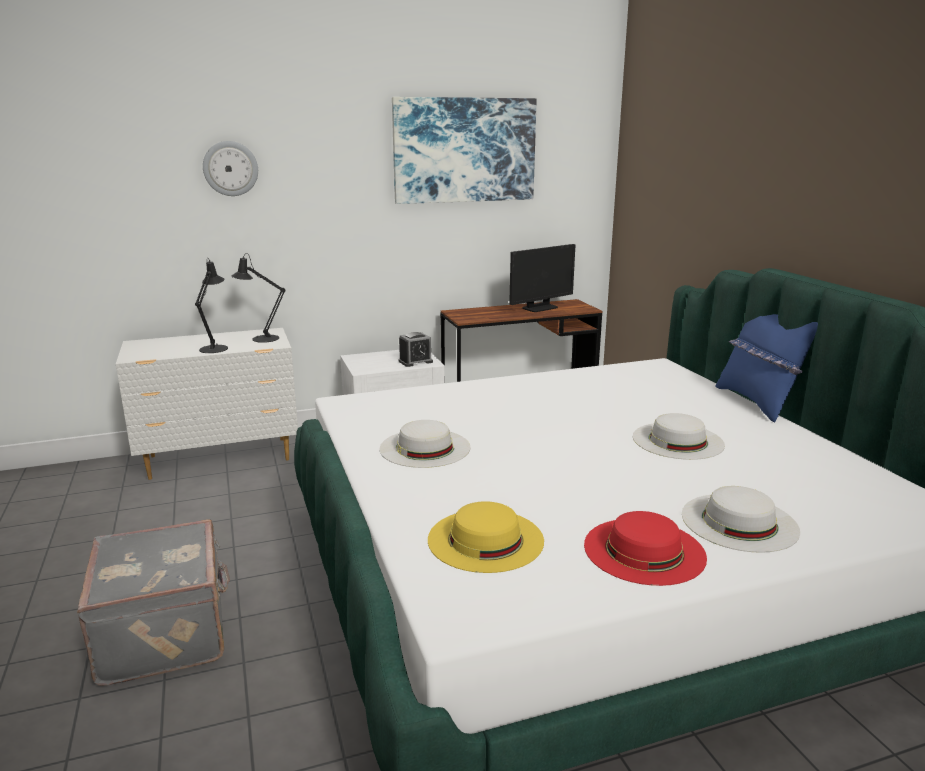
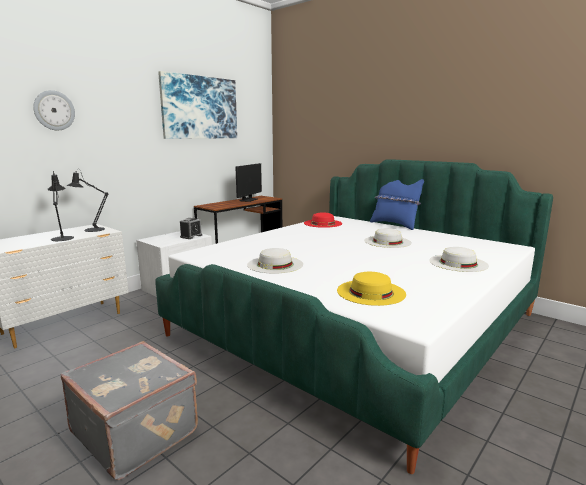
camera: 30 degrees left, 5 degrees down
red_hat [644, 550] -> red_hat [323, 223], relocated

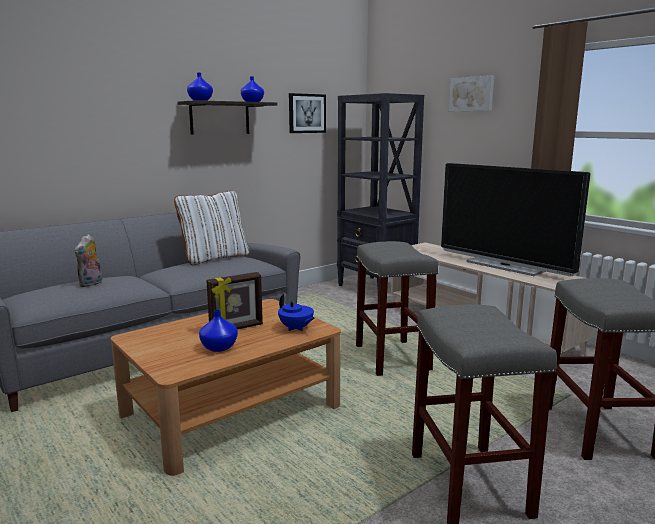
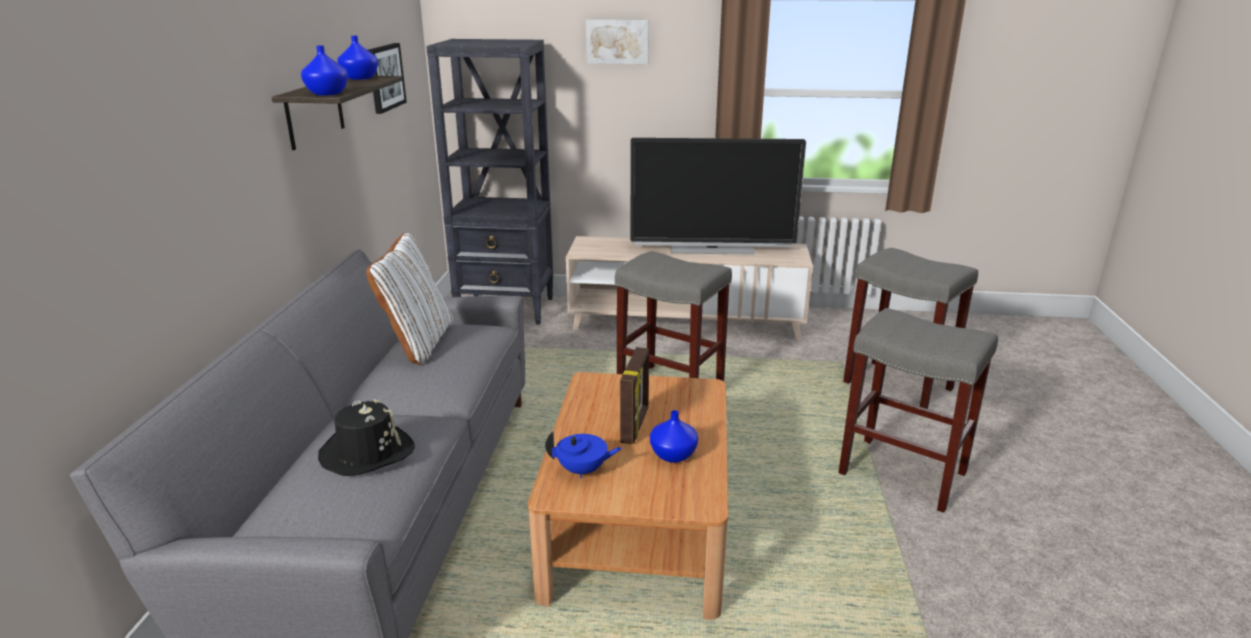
camera: 45 degrees left, 10 degrees up
plush_toy [91, 284] -> black_hat [367, 452]
blue_teapot [296, 328] -> blue_teapot [583, 470], relocated

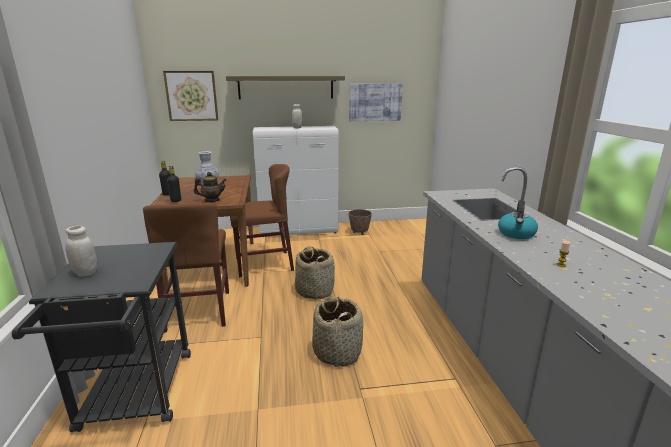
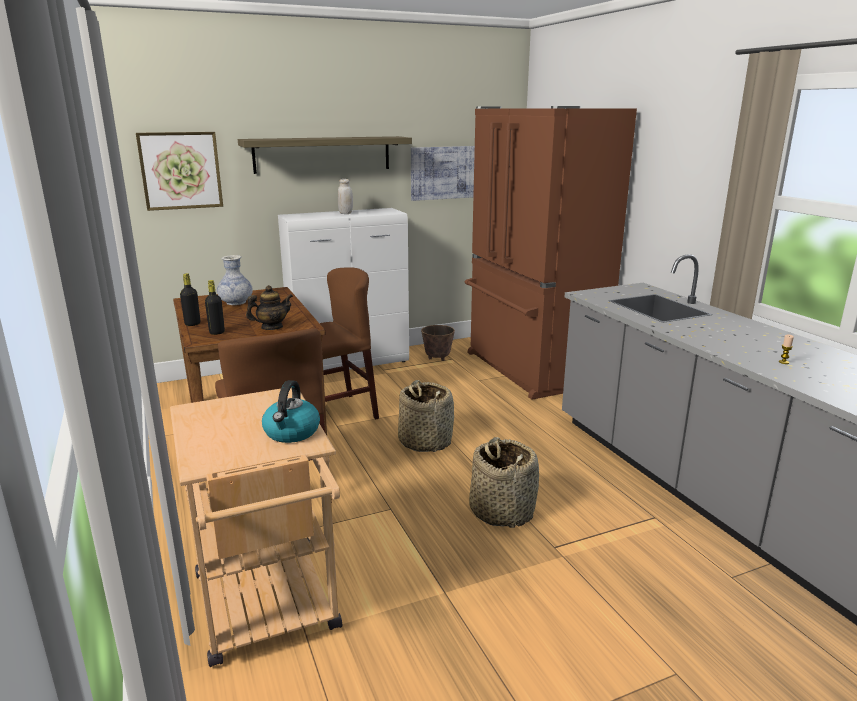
camera: 15 degrees left, 0 degrees up
black_cart [135, 398] -> beige_cart [269, 610]
white_jar [85, 273] -> none
kettle [516, 234] -> kettle [291, 433], relocated
none -> brown_fridge [530, 369]

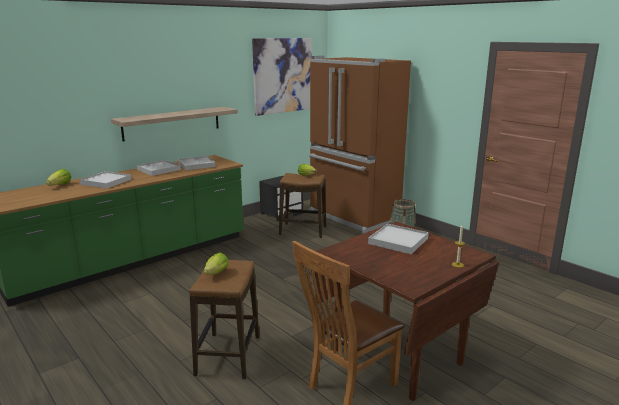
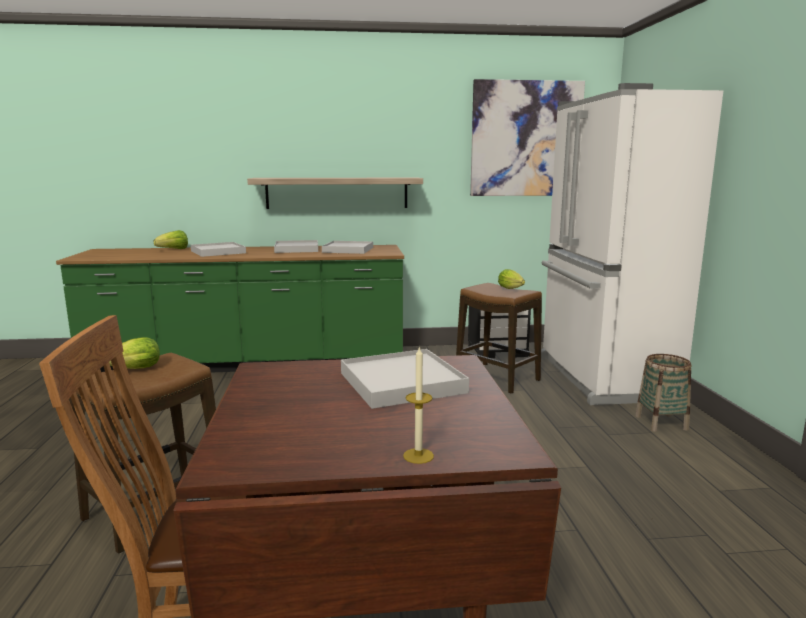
camera: 35 degrees right, 5 degrees down
brown_fridge [352, 217] -> white_fridge [602, 378]

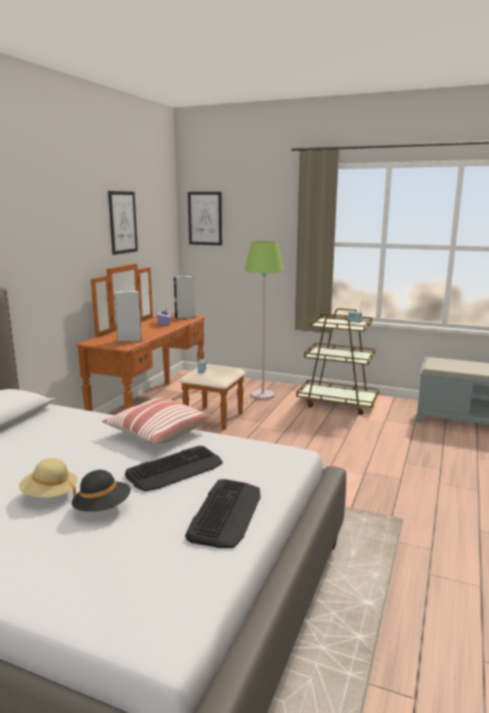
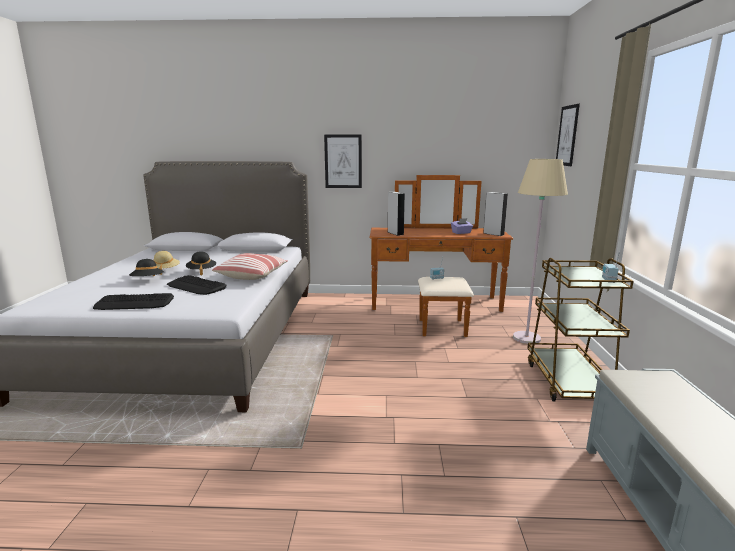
camera: 70 degrees right, 0 degrees up
picture [123, 222] -> picture [343, 161], relocated
green_floor_lamp [262, 395] -> beige_floor_lamp [526, 338]
none -> black_hat [201, 271]

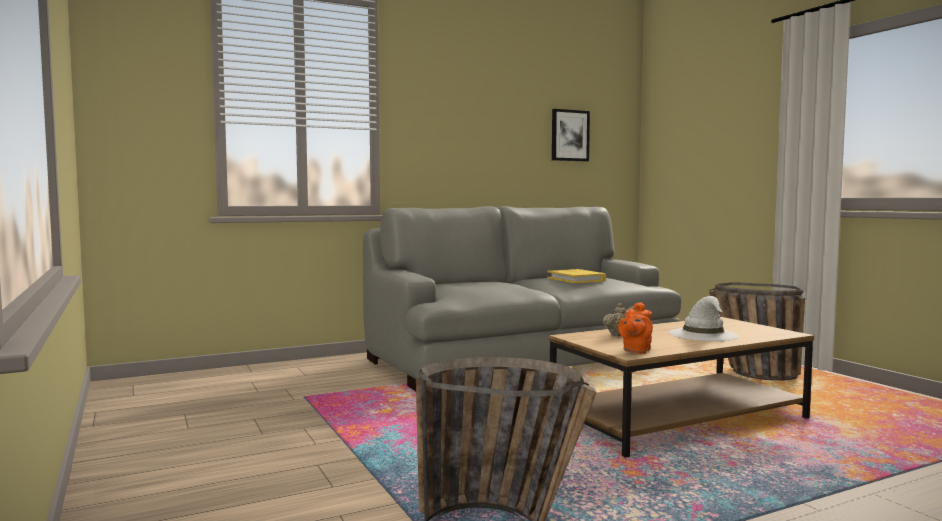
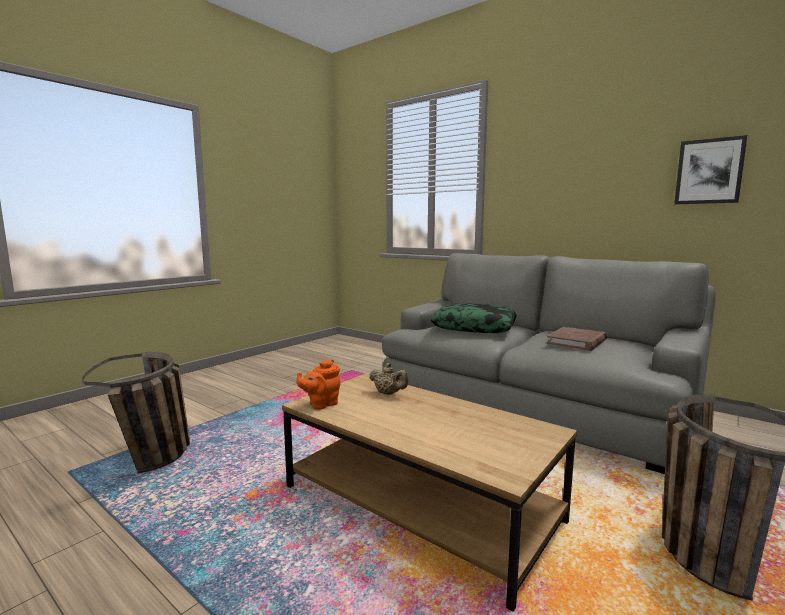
camera: 65 degrees right, 5 degrees up
yellow_book [576, 279] -> brown_book [577, 342]
orange_teapot [635, 351] -> orange_teapot [321, 404], 45 degrees counterclockwise
white_hat [704, 335] -> none
none -> pillow [474, 327]

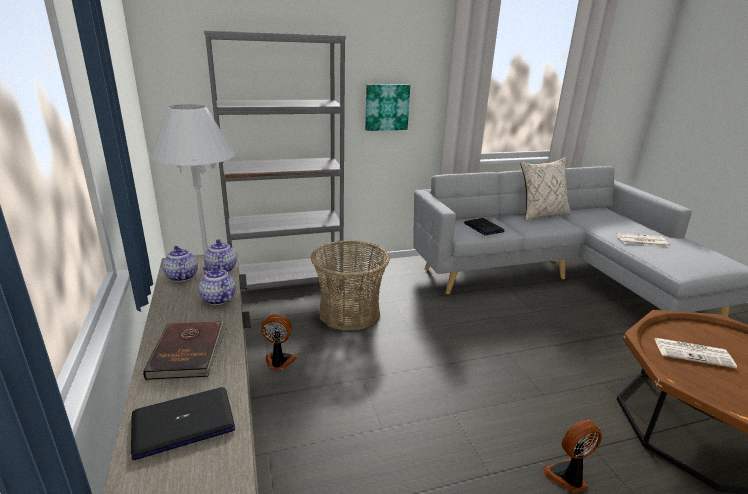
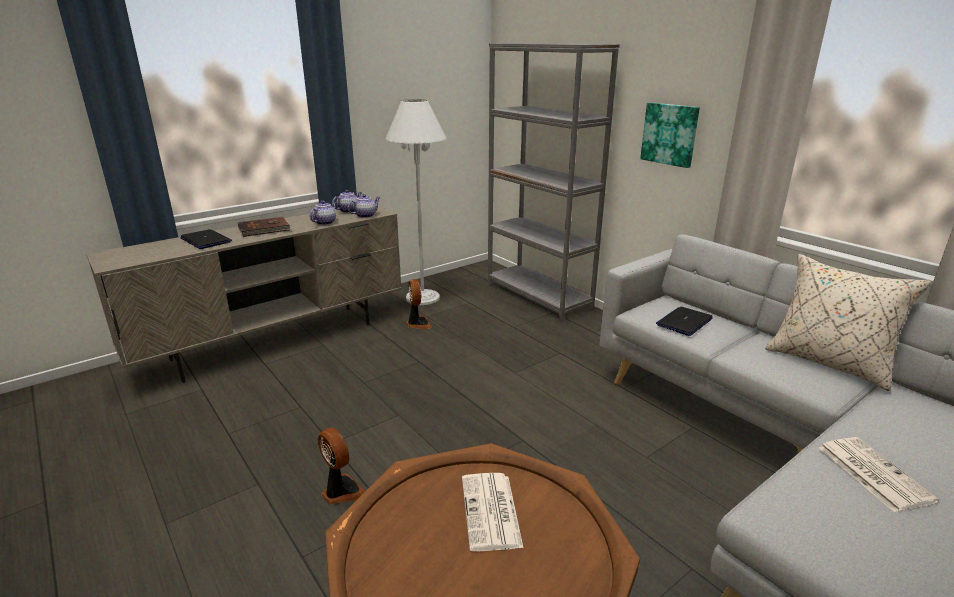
camera: 70 degrees right, 0 degrees up
basket [349, 313] -> none

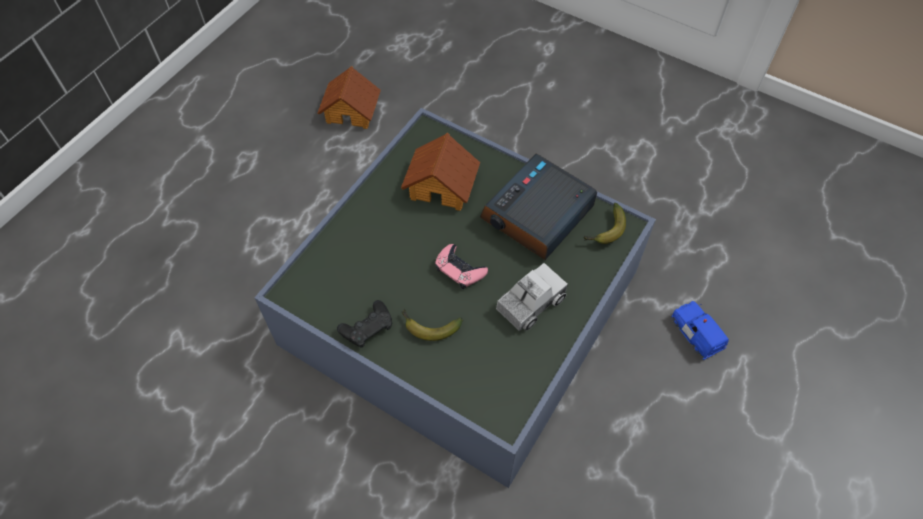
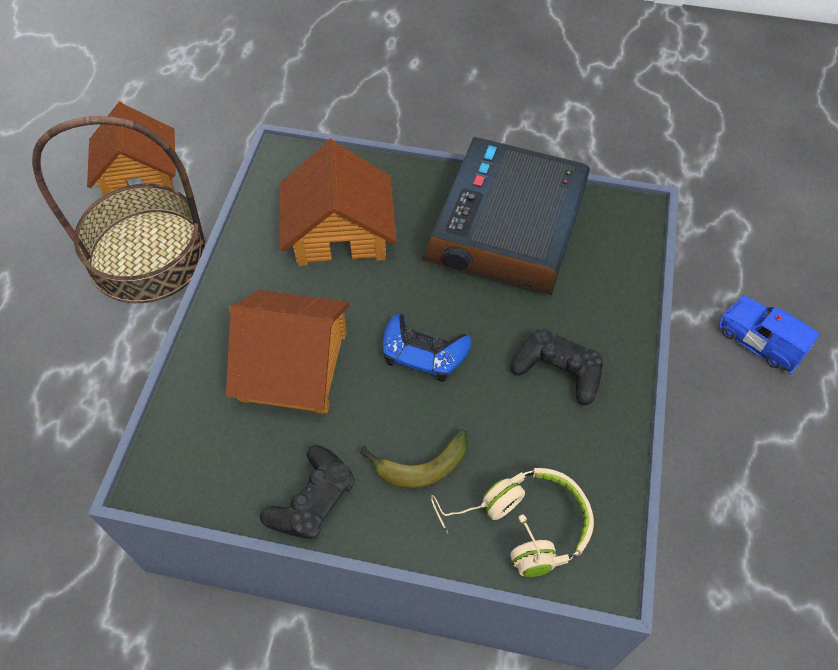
camera: 20 degrees left, 0 degrees up
pink_game_controller [459, 269] -> blue_game_controller [424, 352]
toy_truck [530, 303] -> black_game_controller [558, 370]
banana [605, 231] -> none
none -> basket [148, 255]
none -> toy_house [295, 365]
none -> beige_headphones [516, 527]

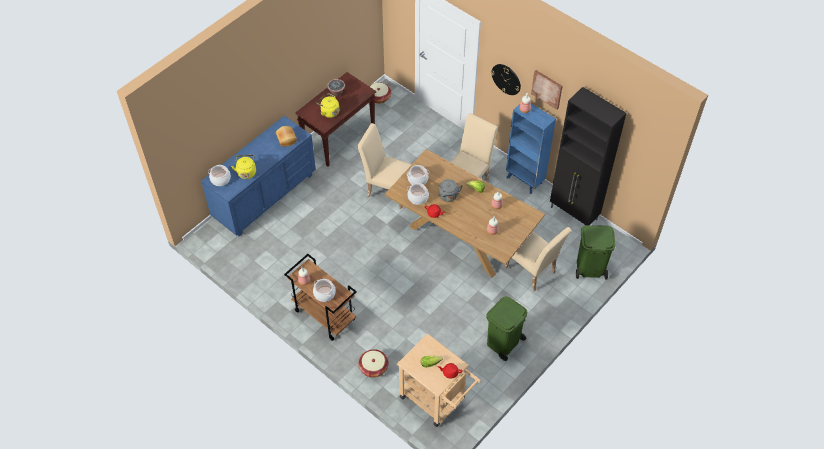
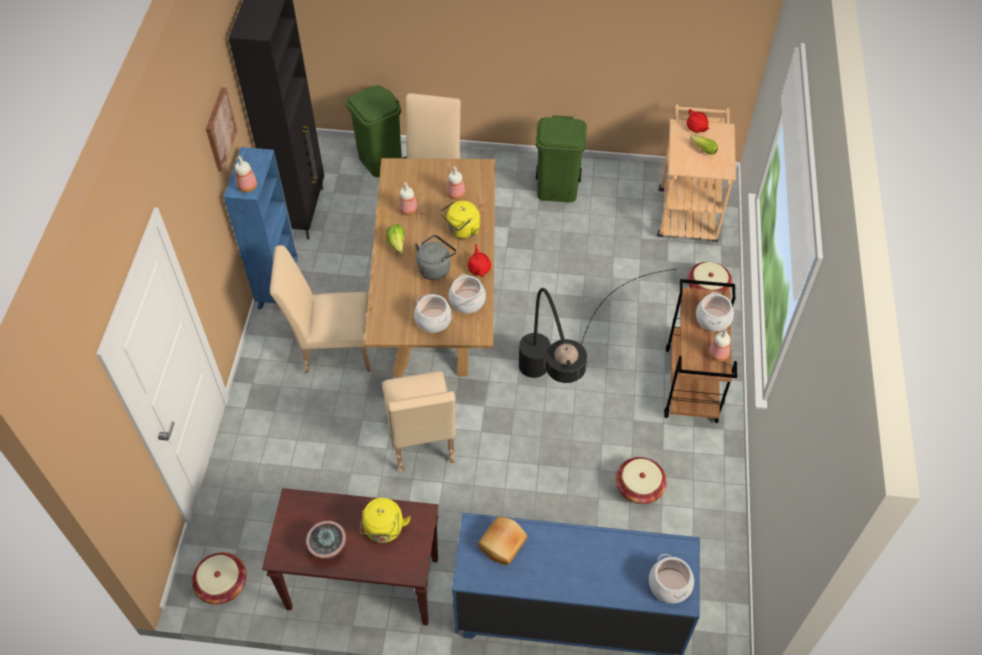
camera: 125 degrees left, 0 degrees up
yellow_kettle [246, 172] -> yellow_kettle [461, 230], relocated
wall_clock [506, 79] -> none
none -> black_floor_lamp [558, 393]
none -> basket [639, 487]

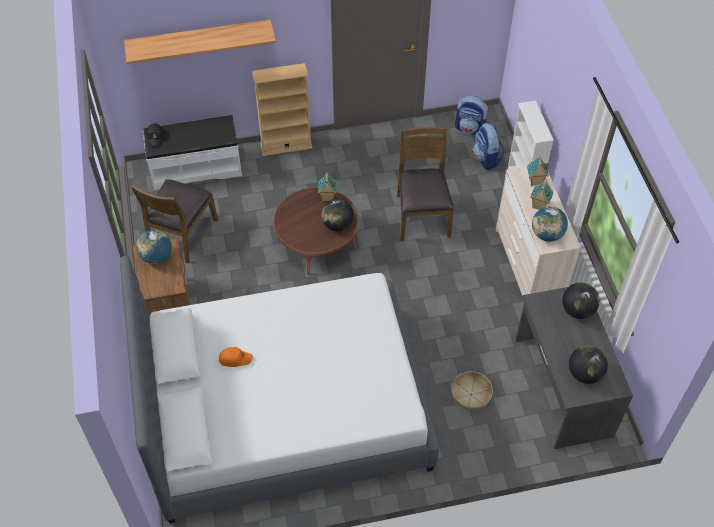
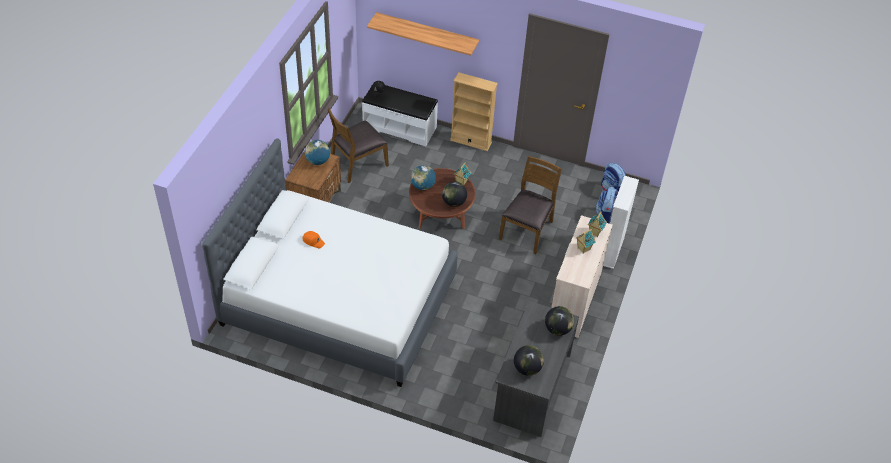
camera: 30 degrees right, 5 degrees down
basket [471, 394] -> none
globe [547, 234] -> globe [423, 186], relocated

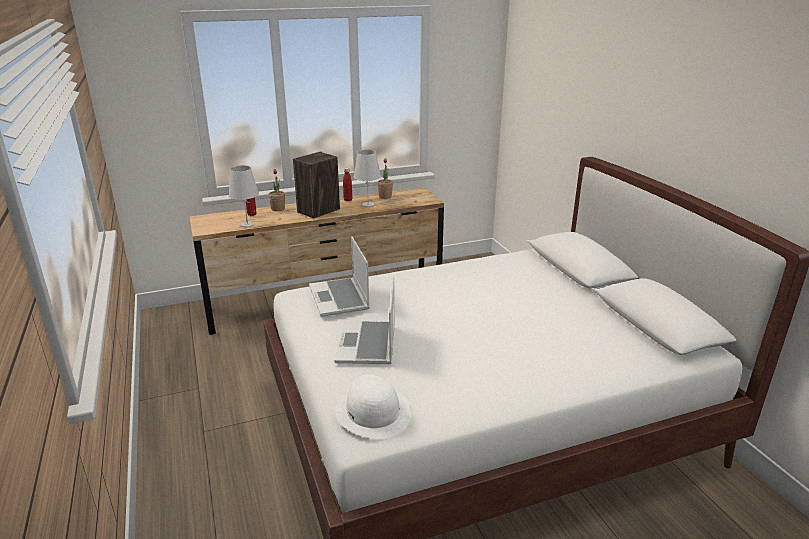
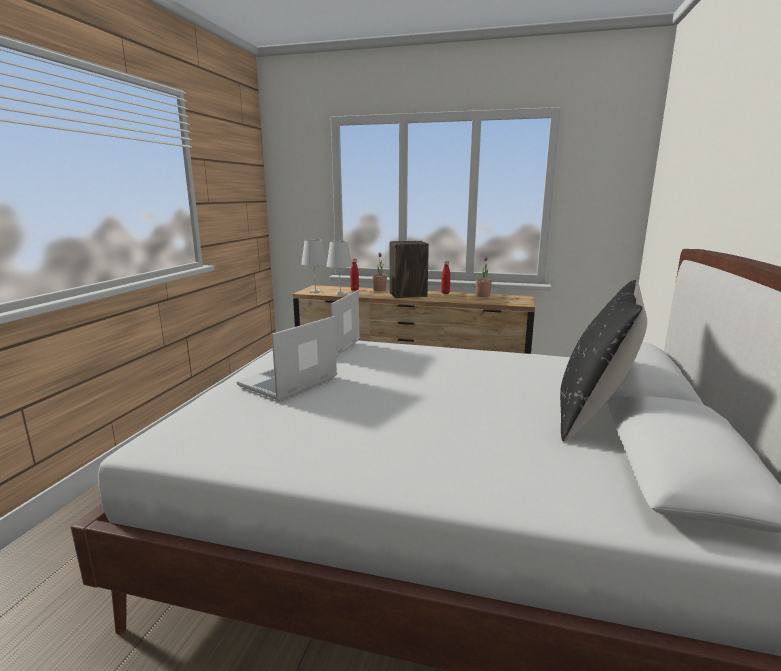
camera: 35 degrees right, 10 degrees down
white_hat [373, 412] -> none
white_table_lamp [367, 205] -> white_table_lamp [315, 291], relocated
none -> black_pillow [593, 414]

